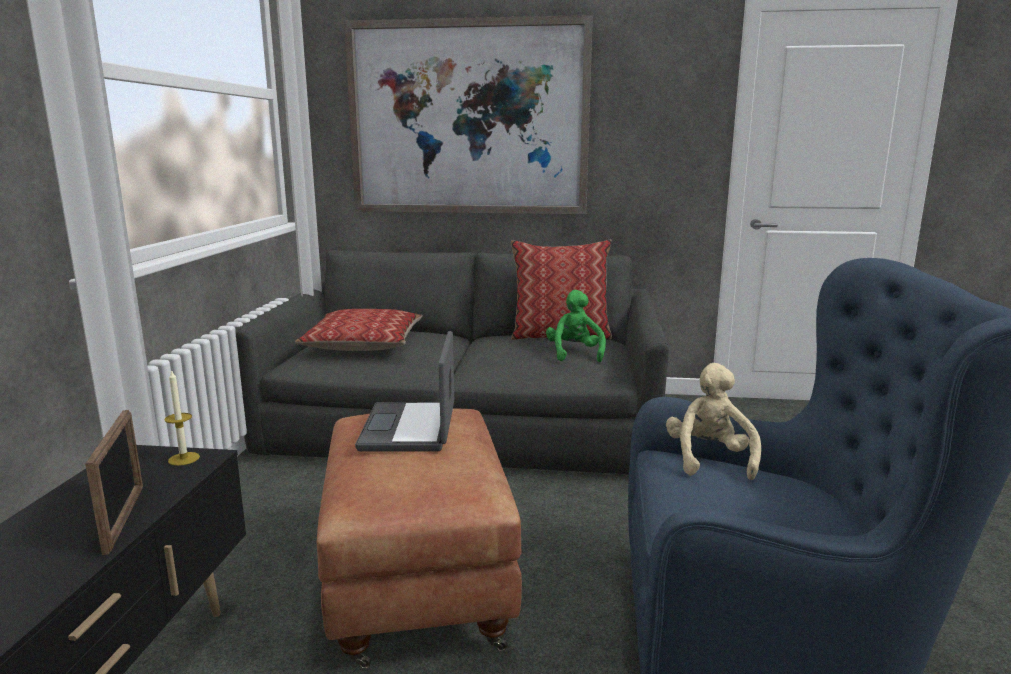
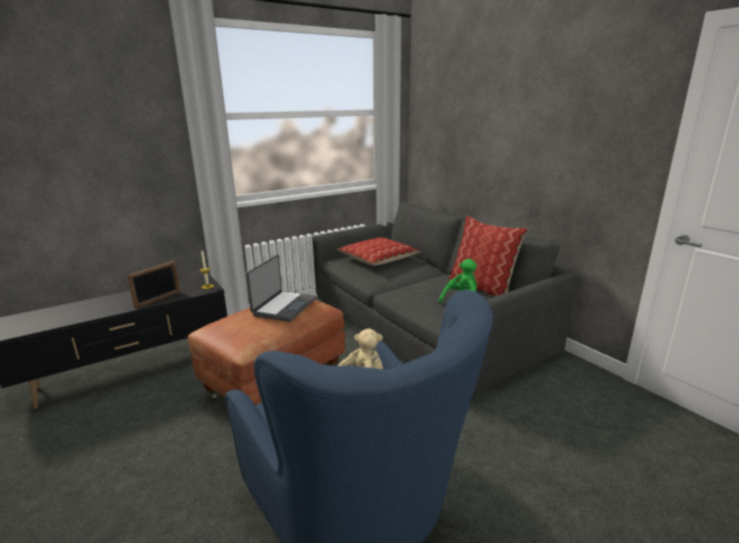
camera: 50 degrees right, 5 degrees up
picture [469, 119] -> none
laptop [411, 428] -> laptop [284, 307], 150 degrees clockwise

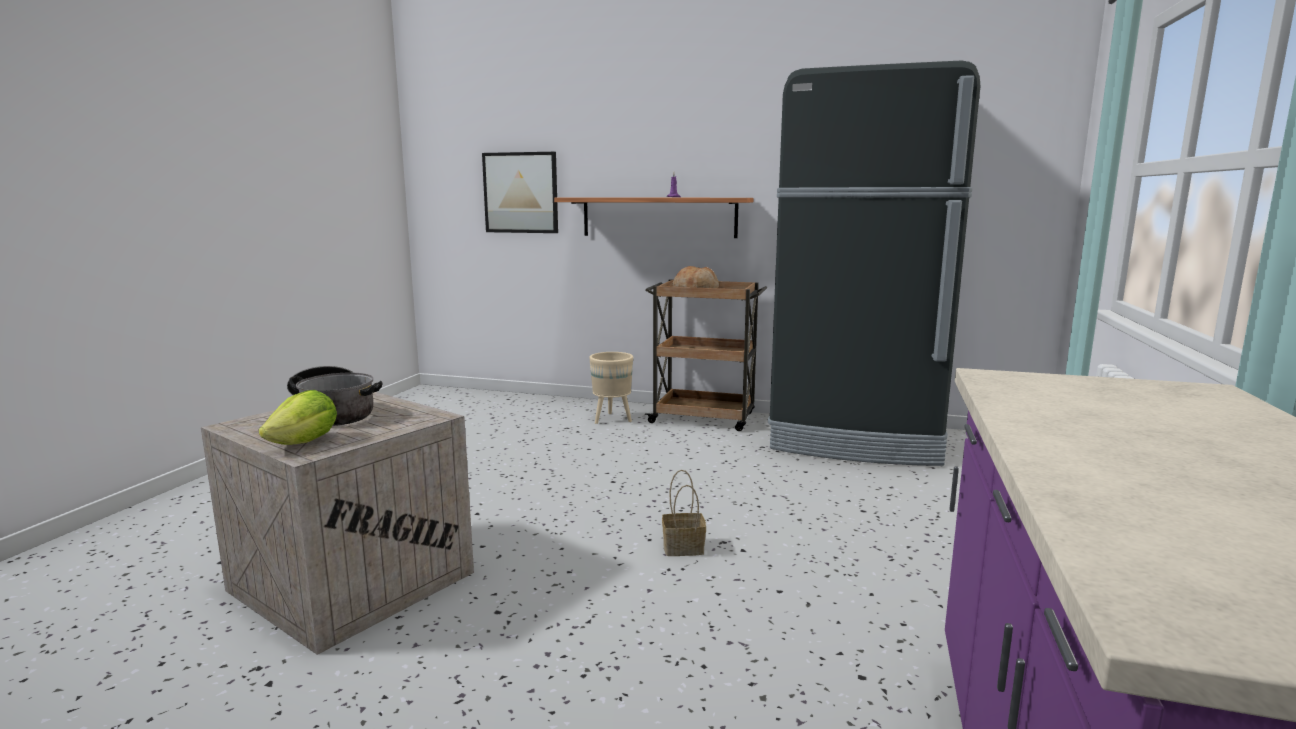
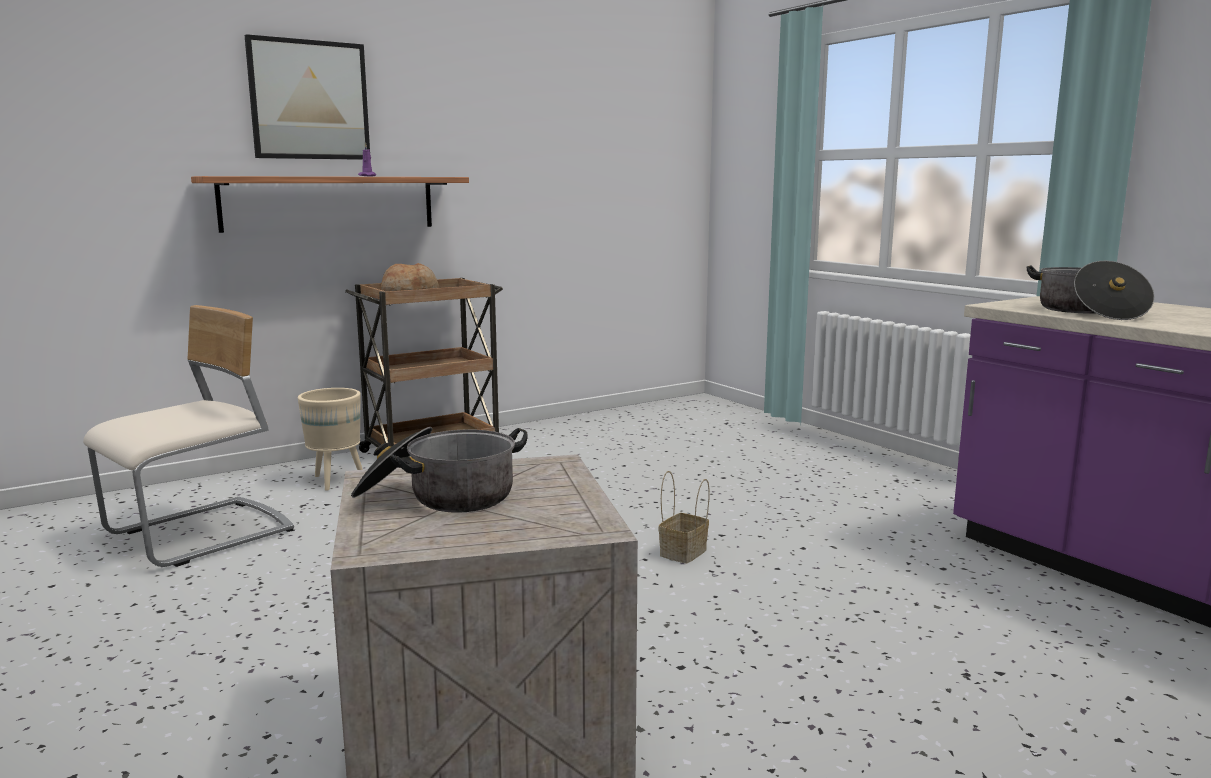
camera: 50 degrees left, 0 degrees up
lettuce [305, 442] -> none
picture [521, 193] -> picture [309, 100], relocated
black_fridge [855, 440] -> none
none -> beige_chair [201, 535]
none -> cooking_pot [1087, 311]

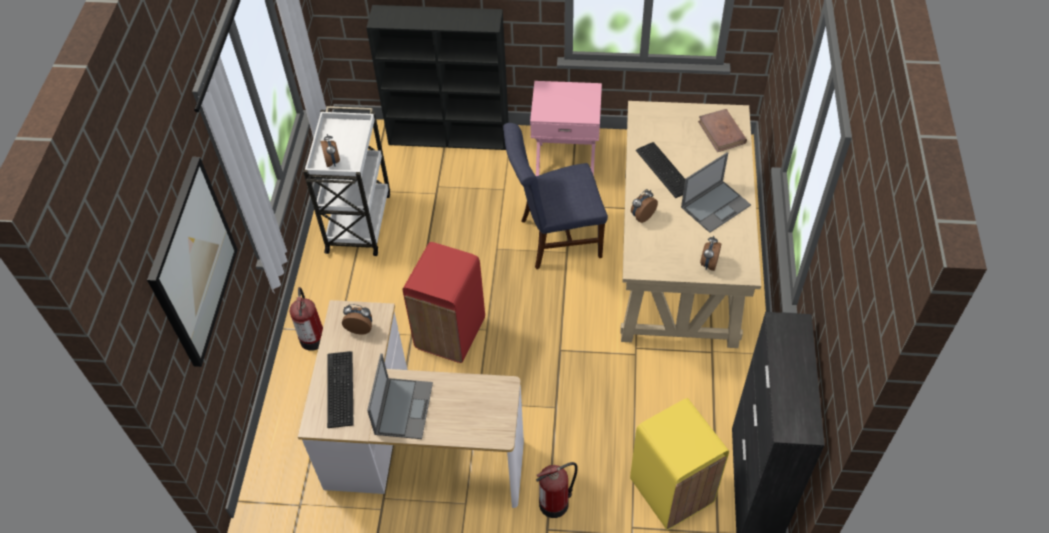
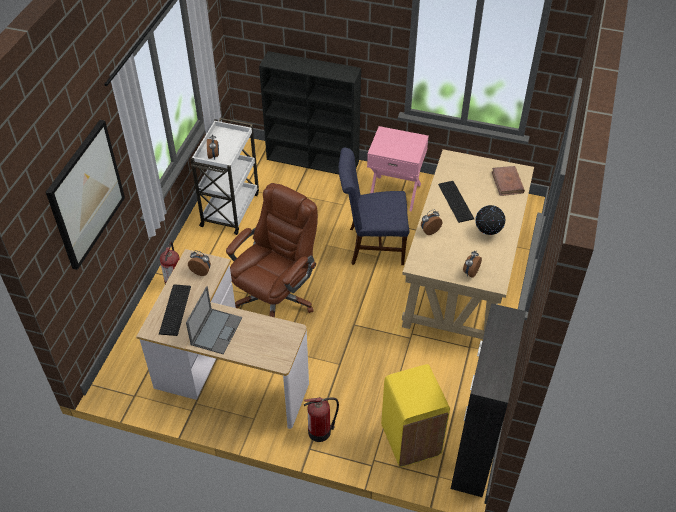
camera: 10 degrees right, 5 degrees down
red_trash_can [451, 333] -> brown_office_chair [276, 298]
laptop [716, 206] -> globe [488, 233]

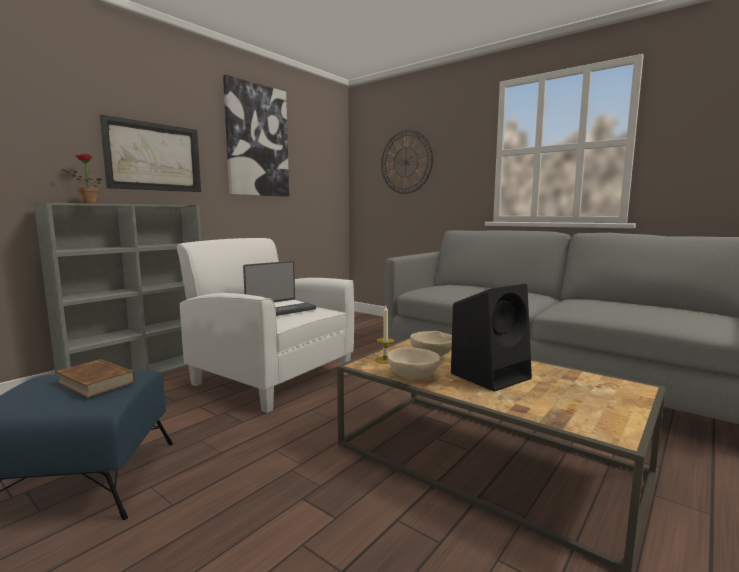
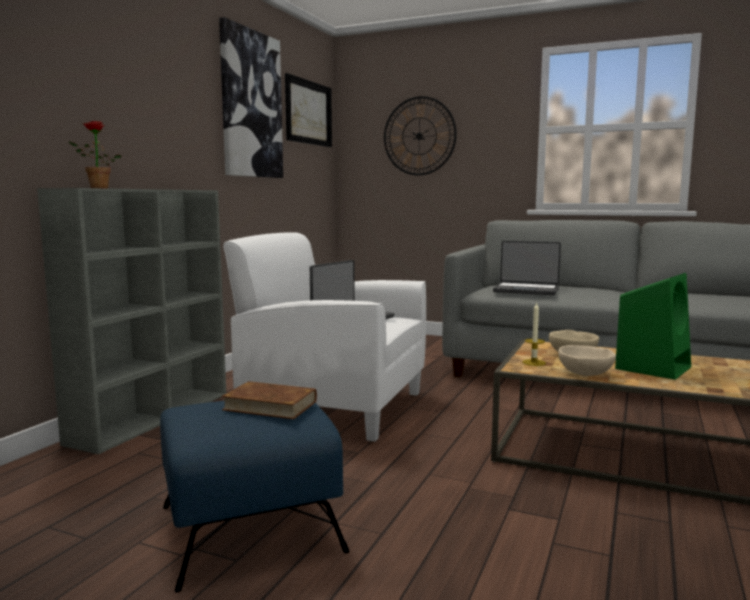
camera: 15 degrees left, 0 degrees up
picture [154, 157] -> picture [308, 113], relocated
black_speaker [491, 375] -> green_speaker [653, 367]
none -> laptop [526, 290]

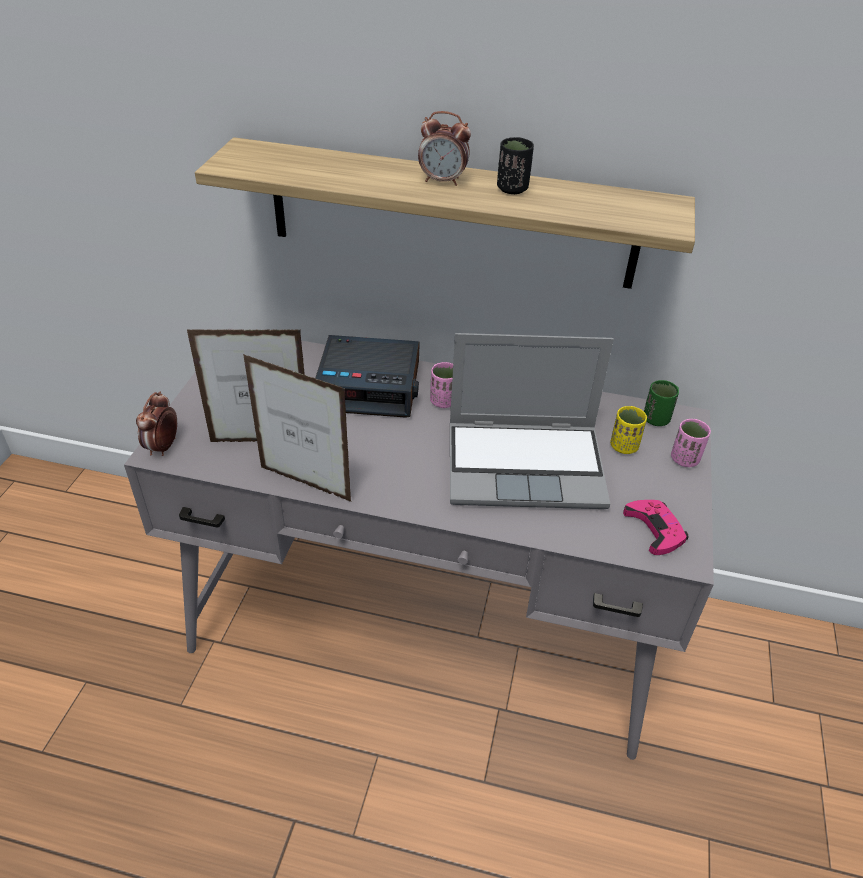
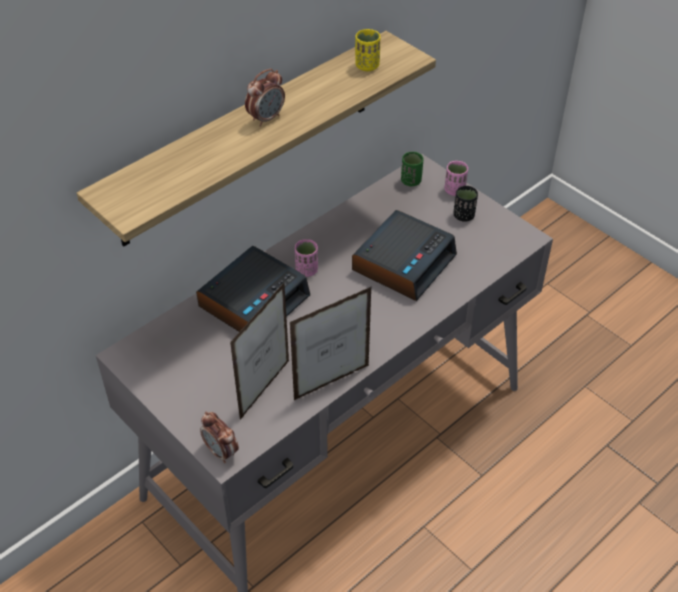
camera: 55 degrees left, 5 degrees up
laptop [527, 465] -> alarm_clock [403, 262]
black_cup [512, 189] -> black_cup [464, 216], relocated
yellow_cup [624, 446] -> yellow_cup [367, 66], relocated
pink_game_controller [655, 529] -> none

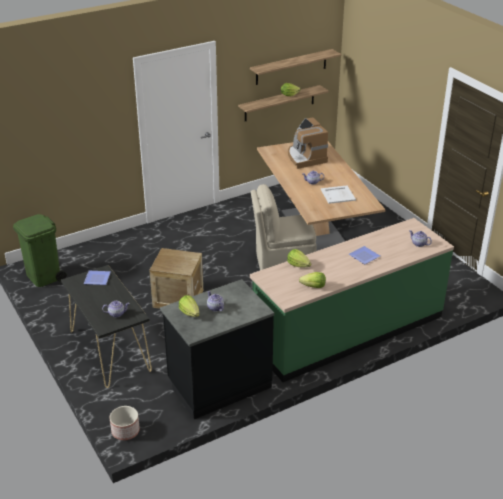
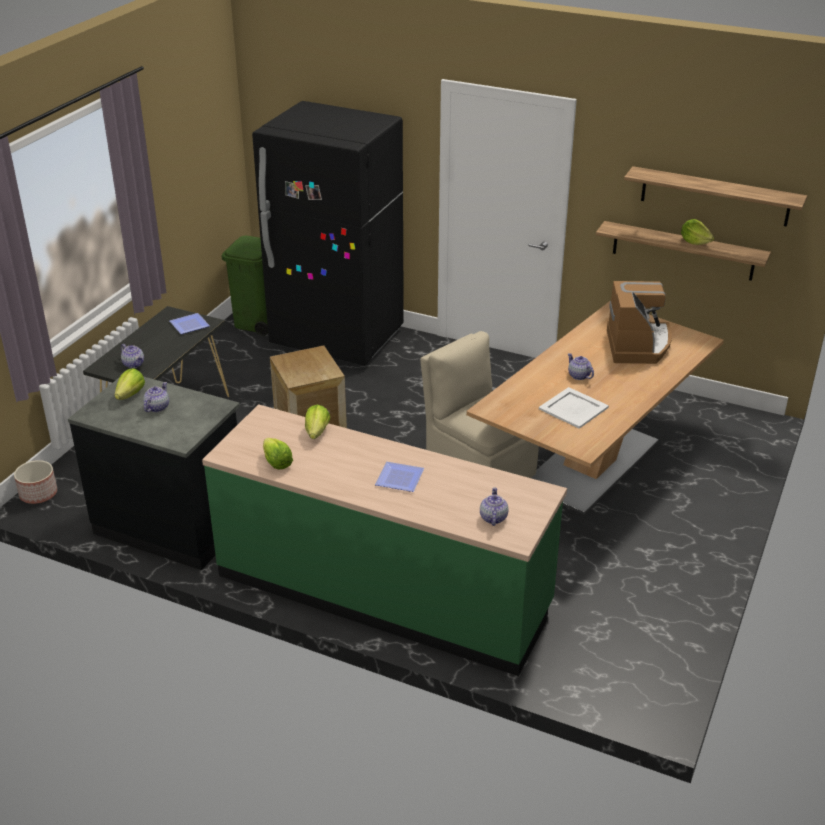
camera: 55 degrees right, 0 degrees up
coffee_machine [305, 157] -> coffee_machine [638, 345], 150 degrees clockwise
none -> black_fridge [337, 338]

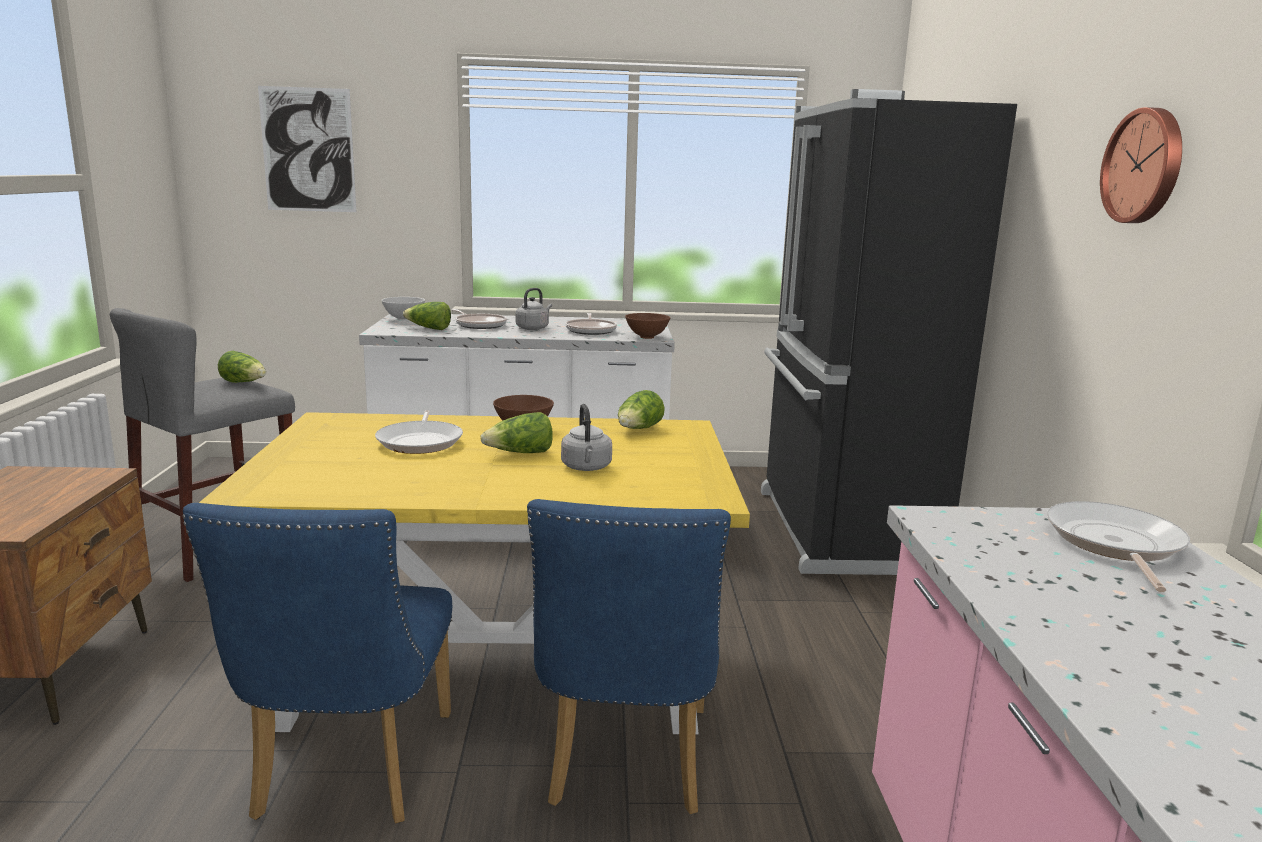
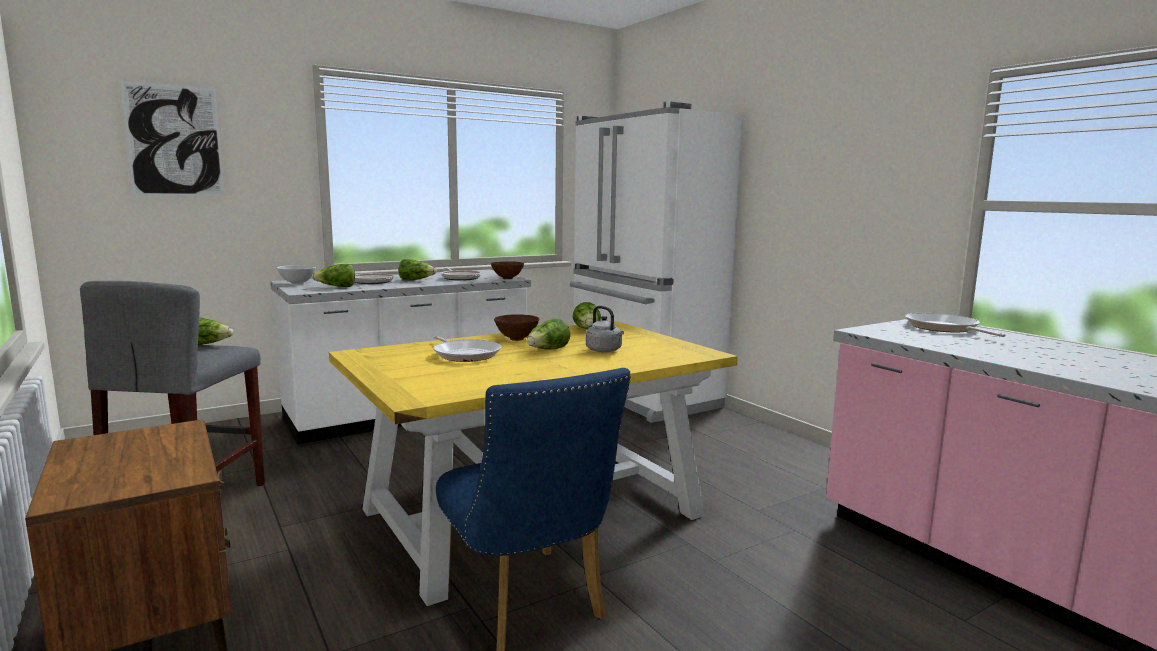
camera: 30 degrees left, 5 degrees down
grey_kettle [533, 328] -> lettuce [416, 280]
blue_chair [624, 764] -> none
black_fridge [840, 531] -> white_fridge [642, 397]
wall_clock [1145, 166] -> none

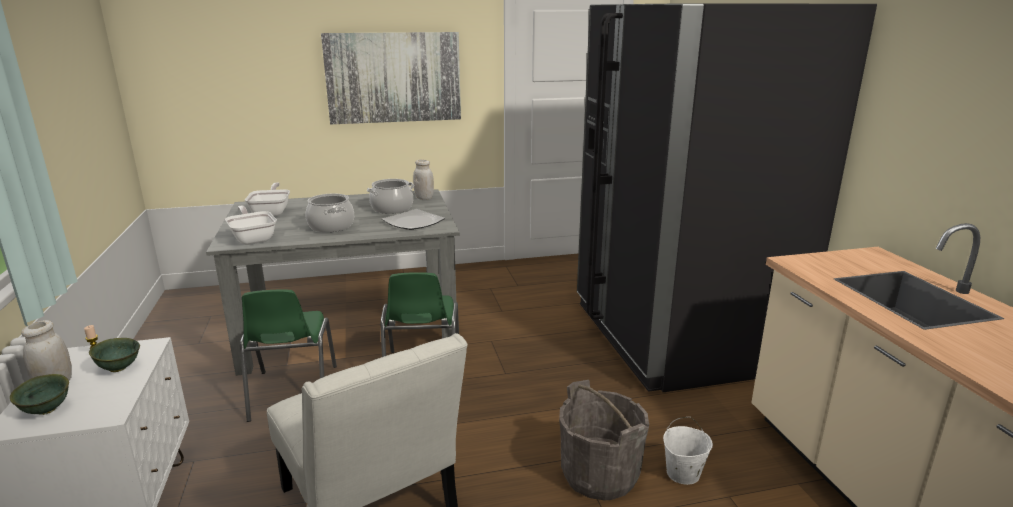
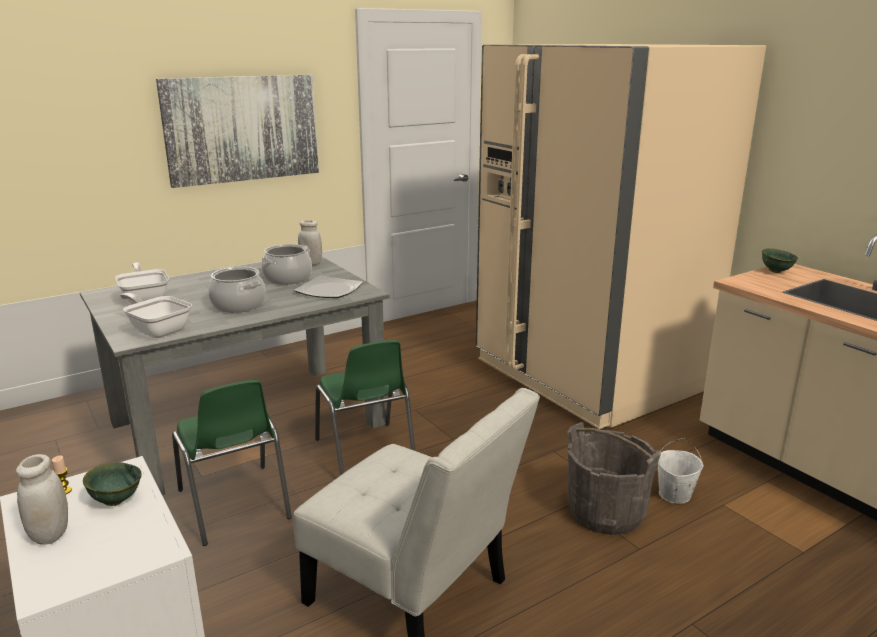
camera: 20 degrees left, 0 degrees up
green_bowl [48, 410] -> green_bowl [776, 271], relocated
black_fridge [678, 336] -> beige_fridge [589, 374]

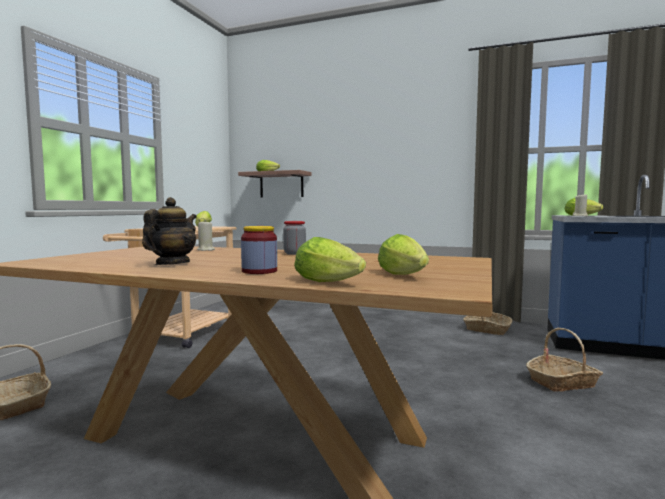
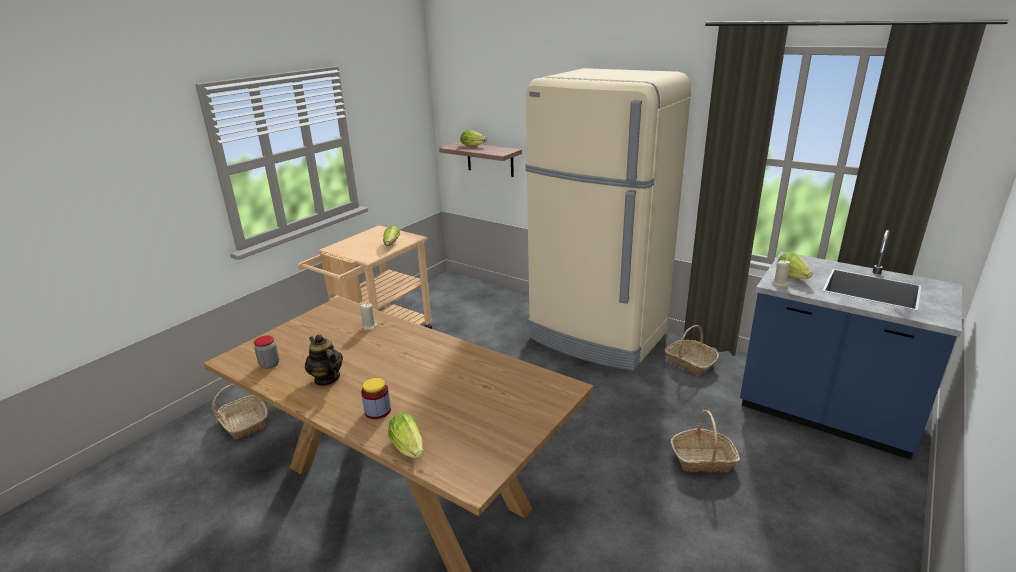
camera: 15 degrees right, 20 degrees up
teapot [172, 264] -> teapot [327, 378], 75 degrees counterclockwise
jar [294, 253] -> jar [269, 364], relocated
lettuce [404, 275] -> none
none -> beige_fridge [597, 336]

